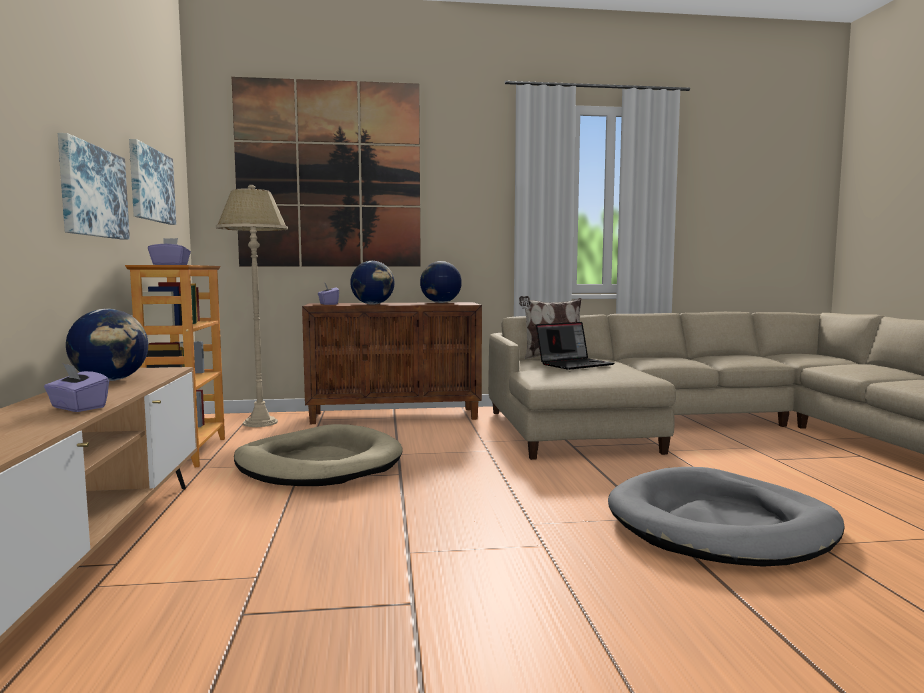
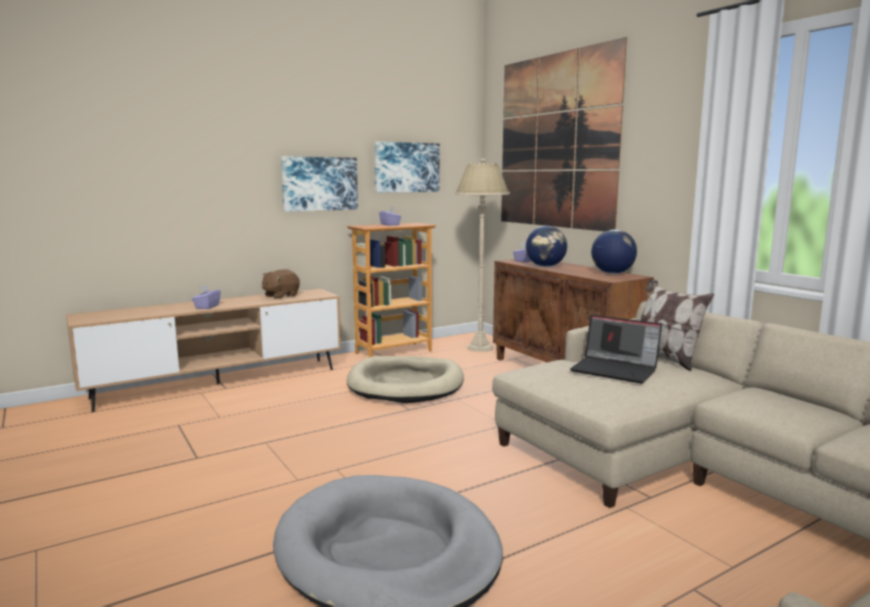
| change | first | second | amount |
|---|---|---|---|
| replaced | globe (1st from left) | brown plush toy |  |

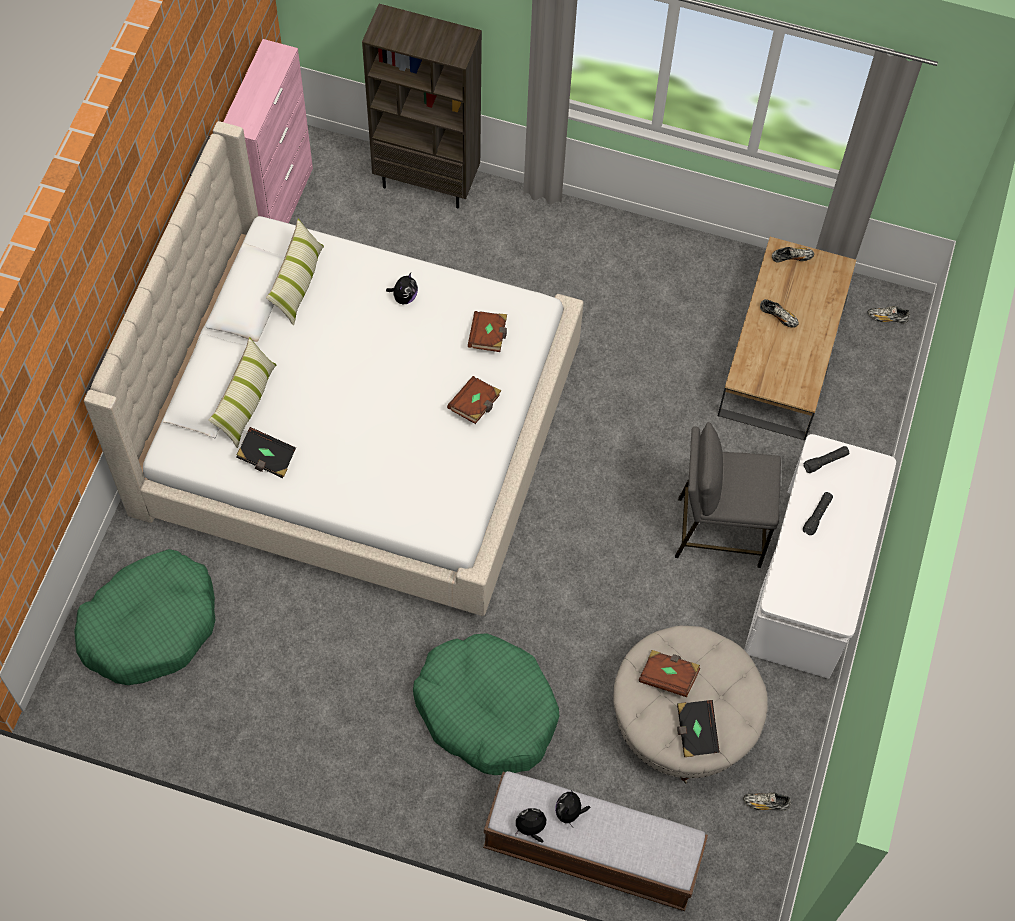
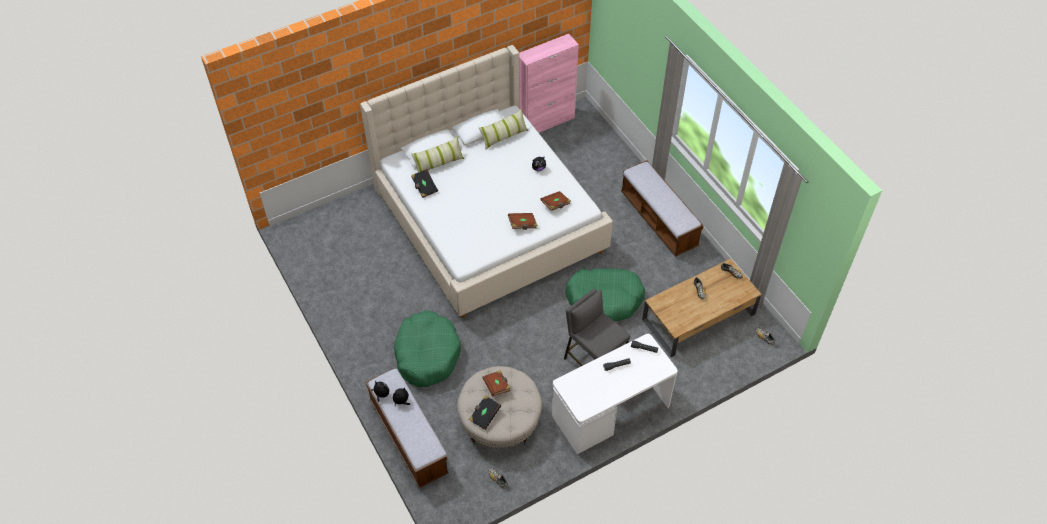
| change | first | second | amount |
|---|---|---|---|
| moved | green dog bed (1st from left in the first image) | green dog bed (2nd from left) |  |
| removed | brown bookcase |  |  |
| added |  | bench (2nd from left) |  |

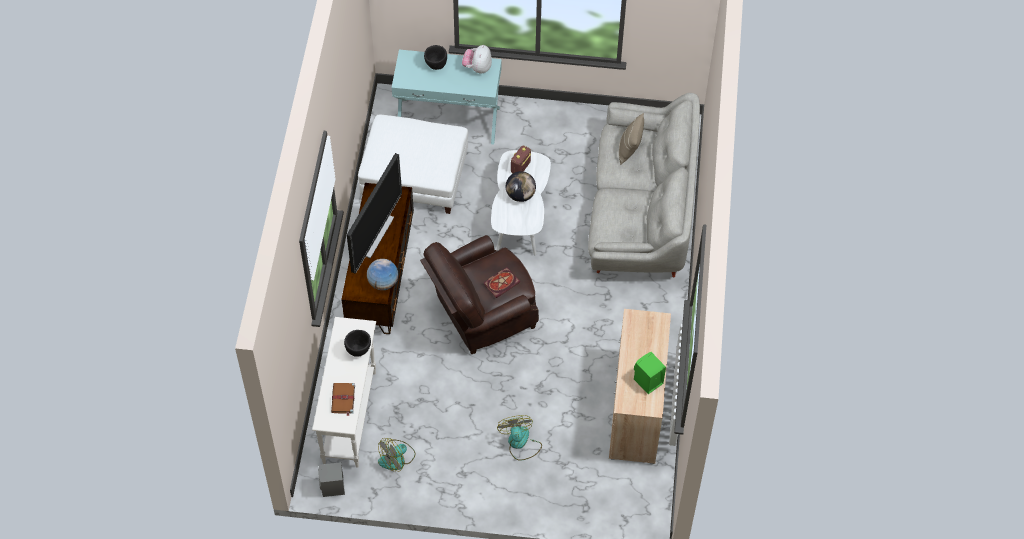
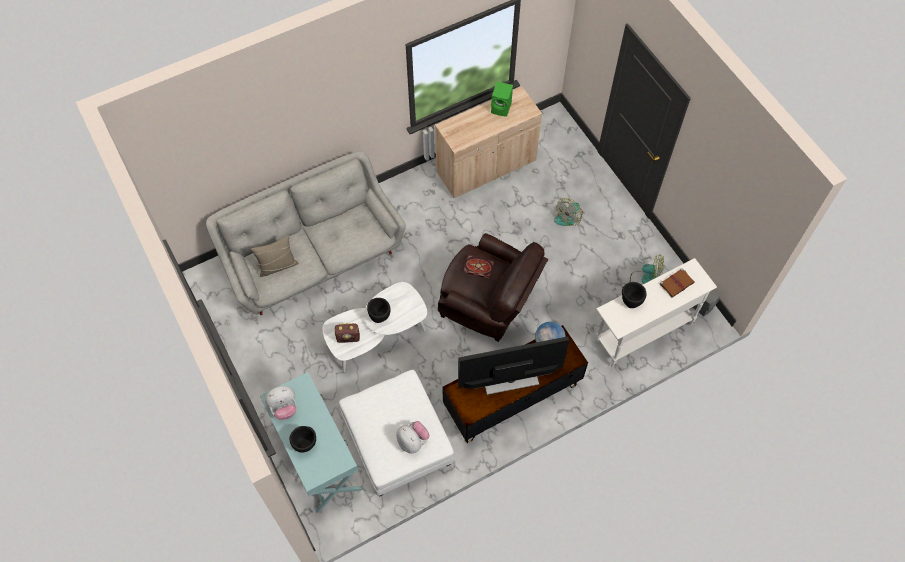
| change | first | second | amount |
|---|---|---|---|
| replaced | globe (2nd from left) | black bowl (2nd from left) |  |
| added |  | plush toy (2nd from left) |  |

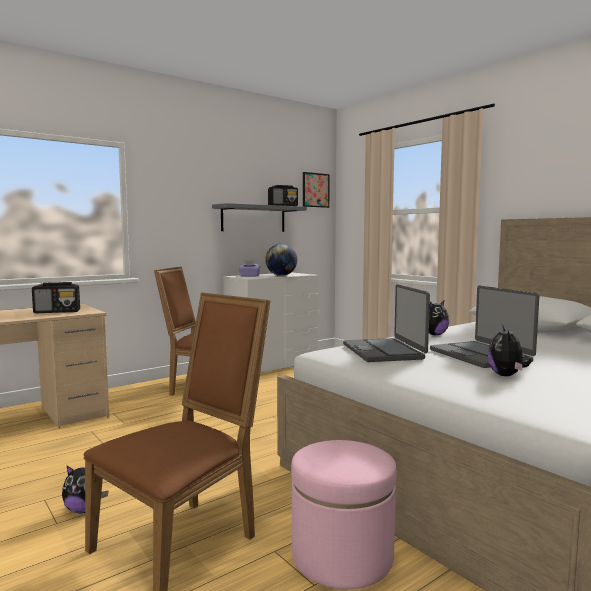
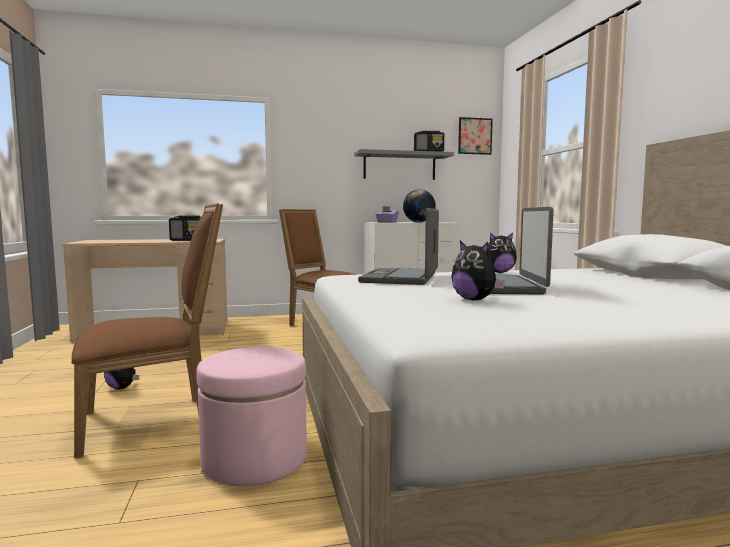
| change | first | second | amount |
|---|---|---|---|
| turned | plush toy (3rd from left in the first image) | plush toy (2nd from left) | 75 degrees counterclockwise |

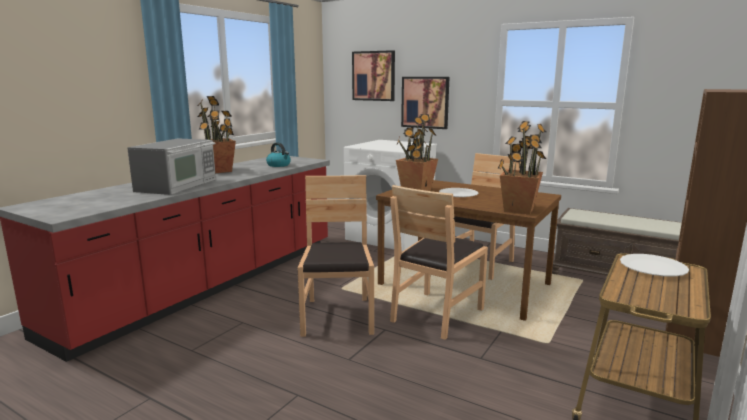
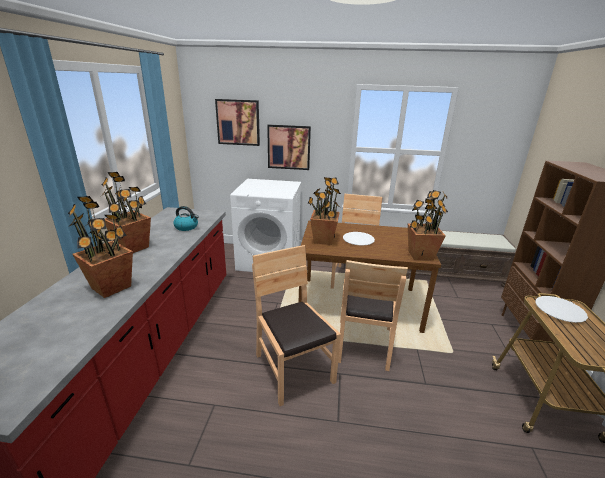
| change | first | second | amount |
|---|---|---|---|
| replaced | microwave | potted plant (1st from left) |  |

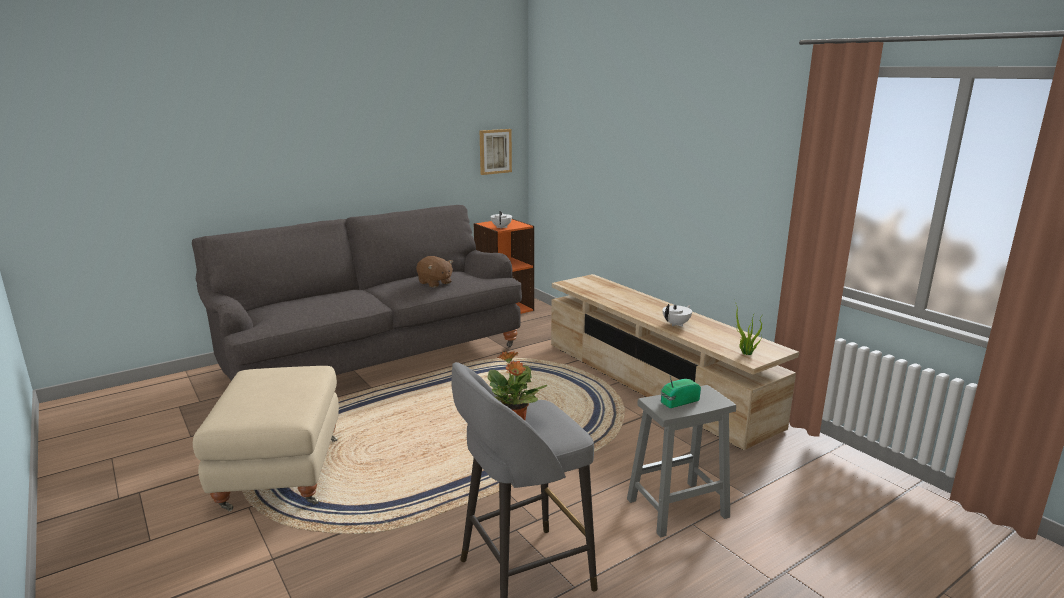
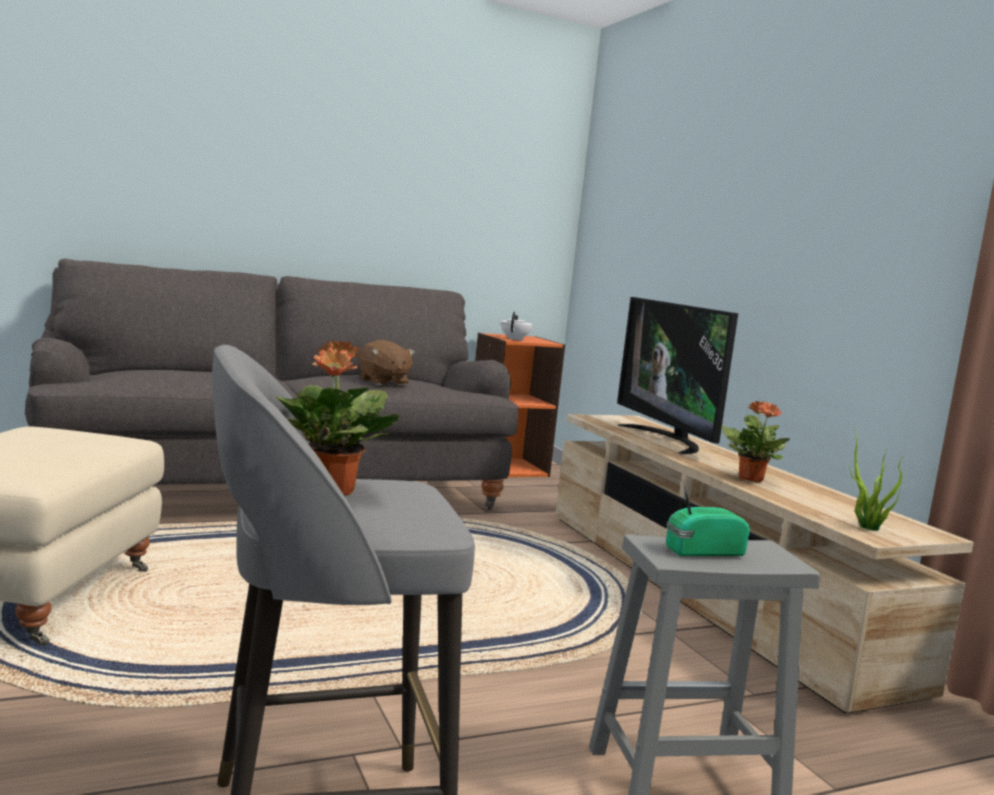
| change | first | second | amount |
|---|---|---|---|
| removed | picture |  |  |
| replaced | white teapot (2nd from left) | potted plant (2nd from left) |  |
| added |  | television |  |

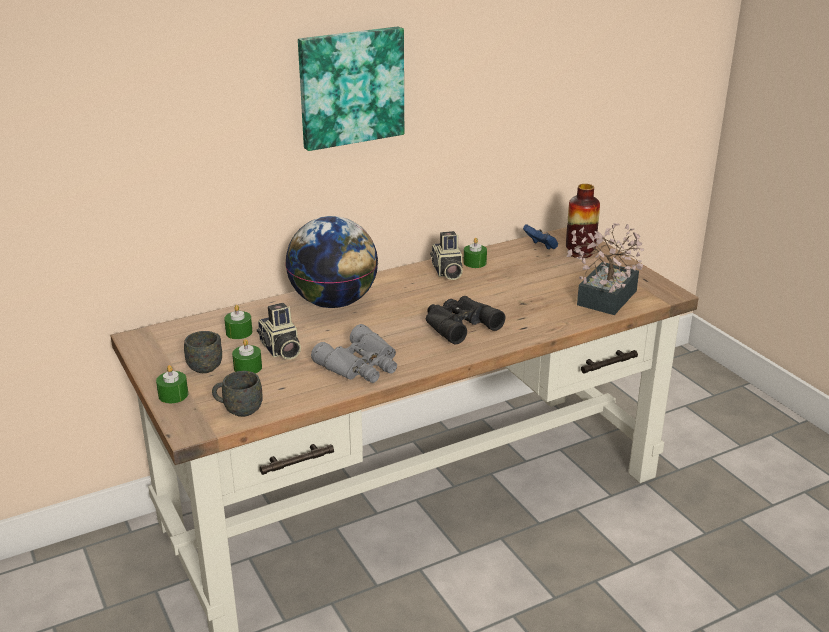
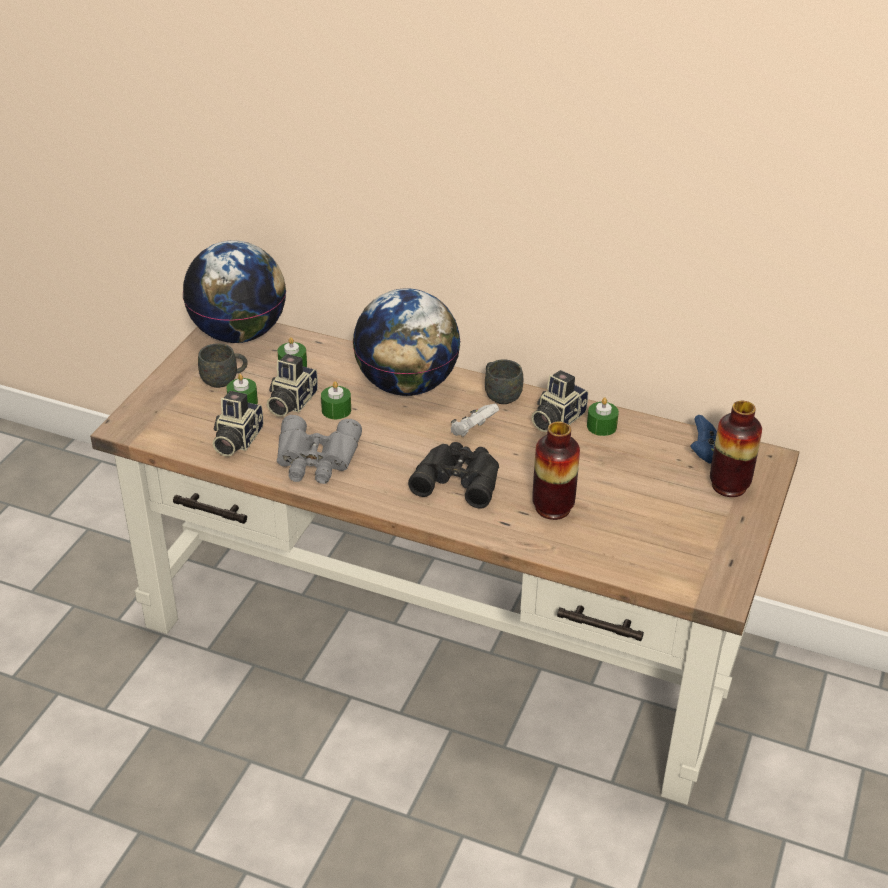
| change | first | second | amount |
|---|---|---|---|
| moved | green candle (1st from left in the first image) | green candle (3rd from left) |  |
| moved | grey mug (2nd from left) |  |  |
| removed | picture |  |  |
| removed | potted plant |  |  |
| added |  | globe (1st from left) |  |
| added |  | photo camera (1st from left) |  |
| added |  | white game controller |  |
| added |  | vase (1st from left) |  |

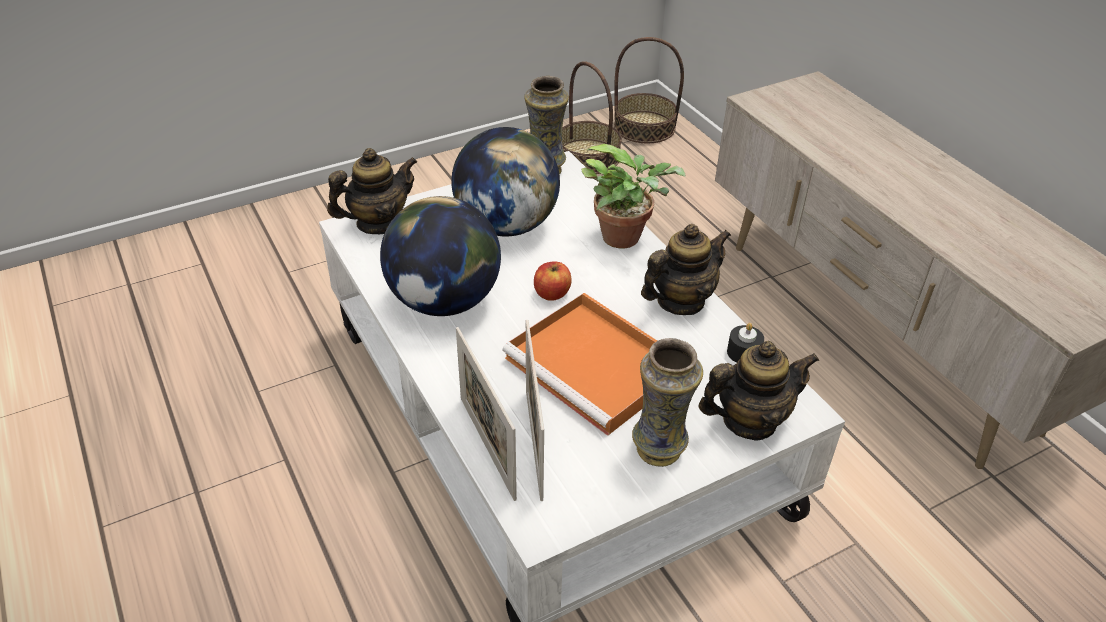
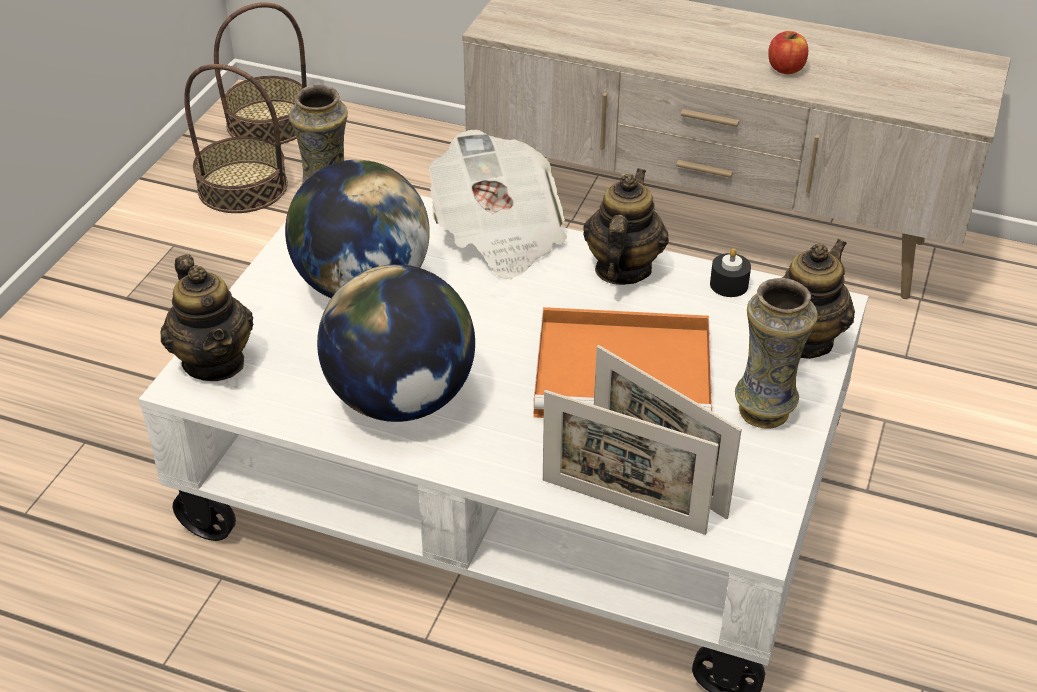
| change | first | second | amount |
|---|---|---|---|
| turned | teapot (1st from left) |  | 135 degrees clockwise |
| moved | apple |  |  |
| replaced | potted plant | newspaper |  |

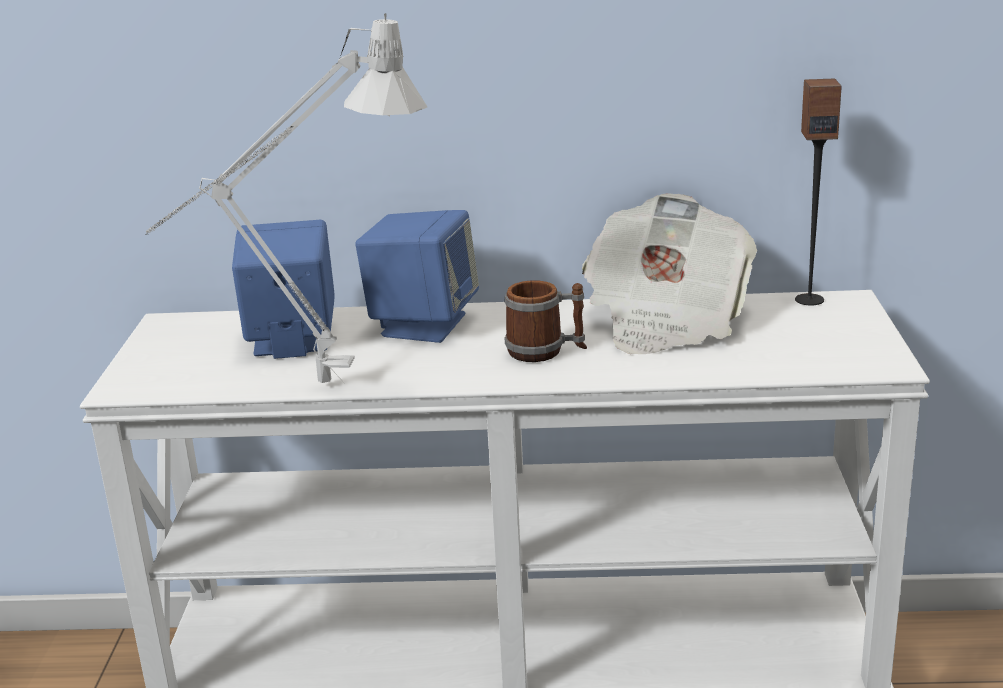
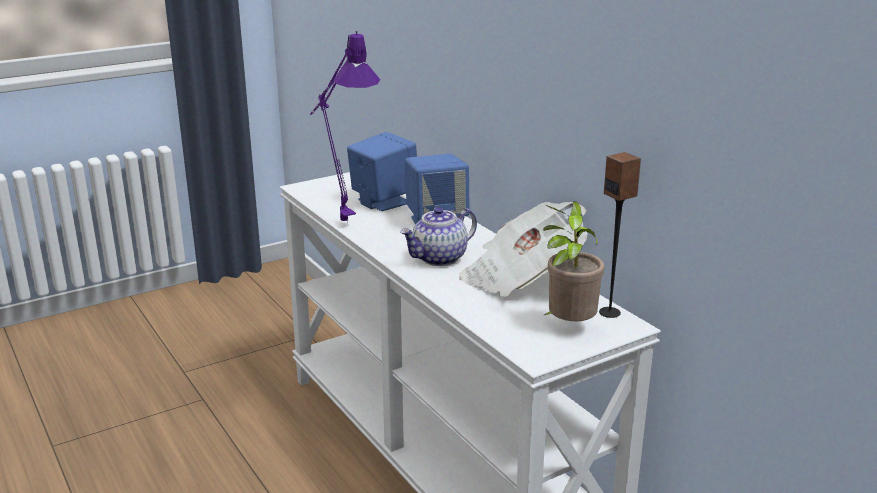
| change | first | second | amount |
|---|---|---|---|
| recoloured | grey table lamp | purple table lamp |  |
| replaced | mug | teapot |  |
| added |  | potted plant |  |

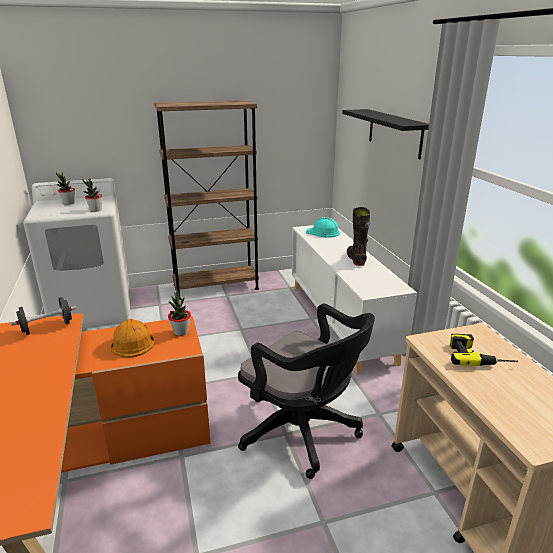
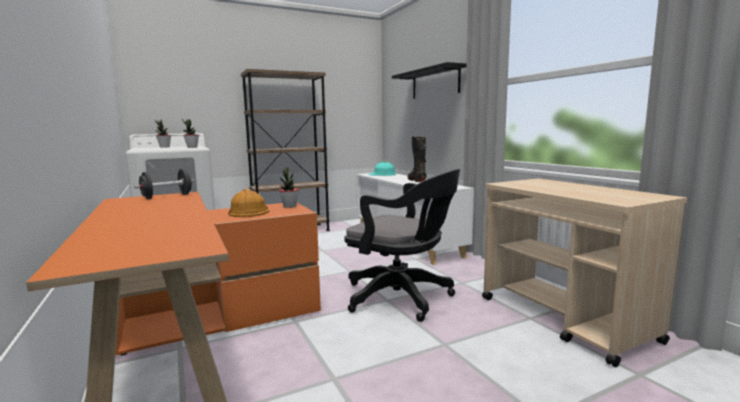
| change | first | second | amount |
|---|---|---|---|
| removed | power drill |  |  |

